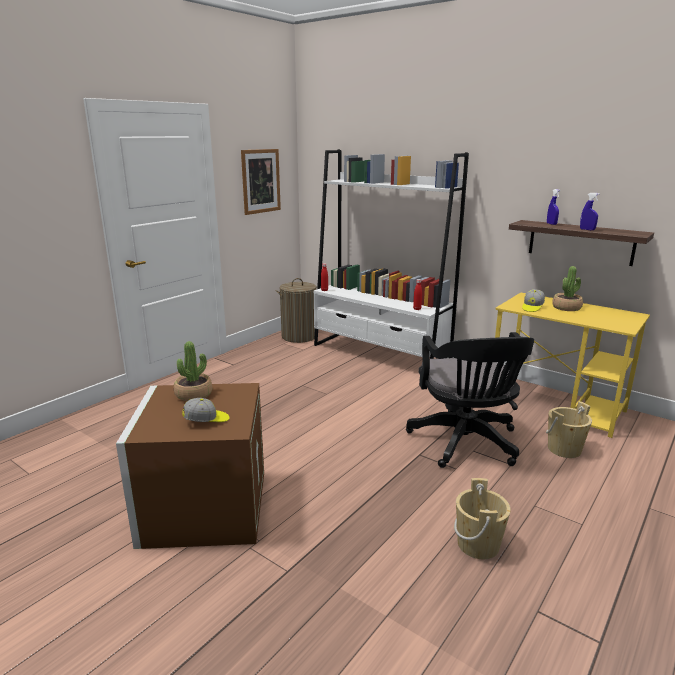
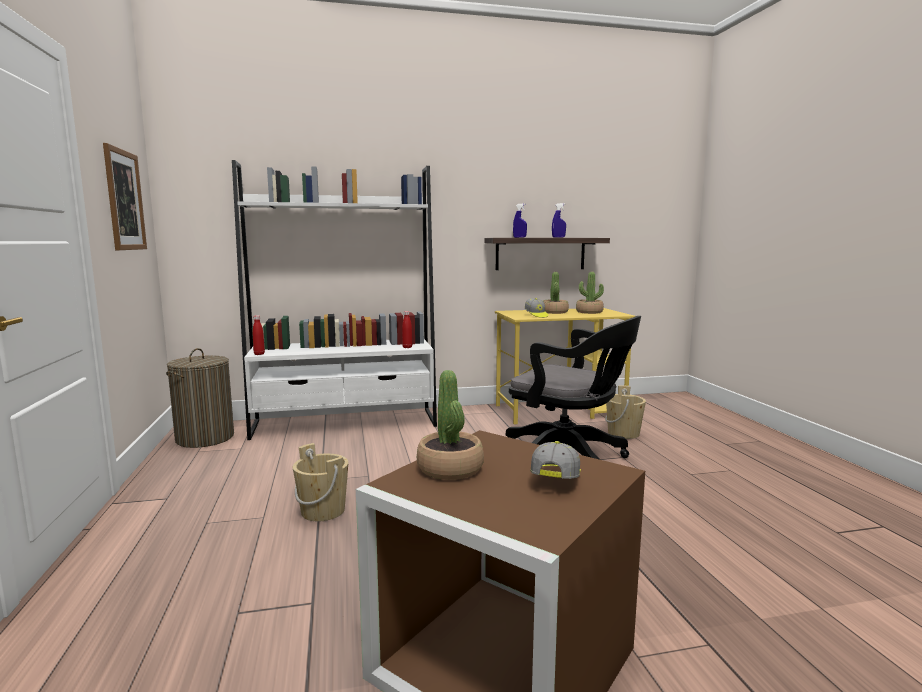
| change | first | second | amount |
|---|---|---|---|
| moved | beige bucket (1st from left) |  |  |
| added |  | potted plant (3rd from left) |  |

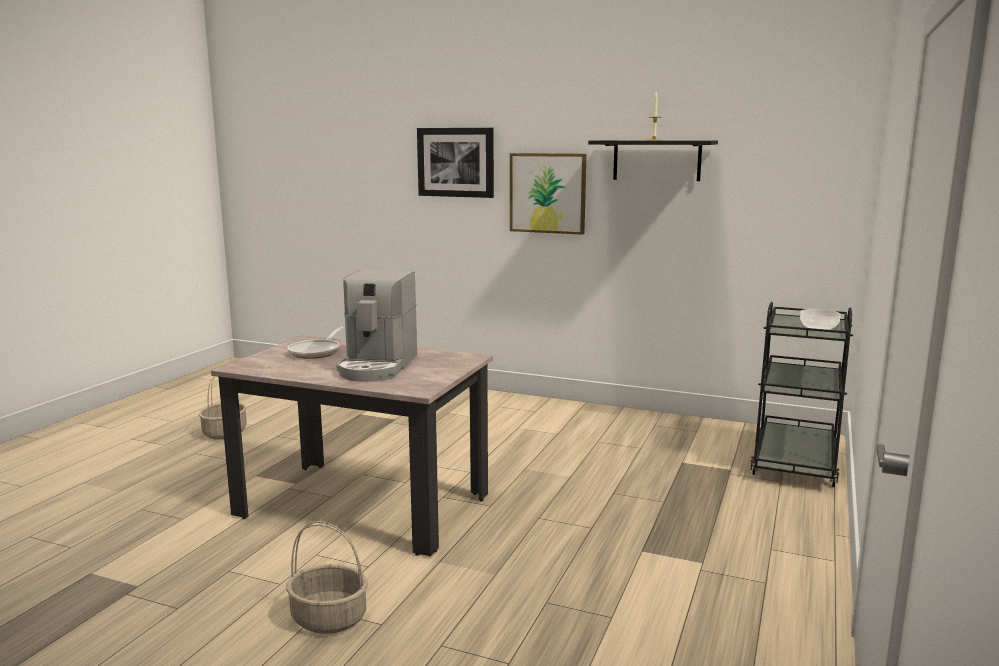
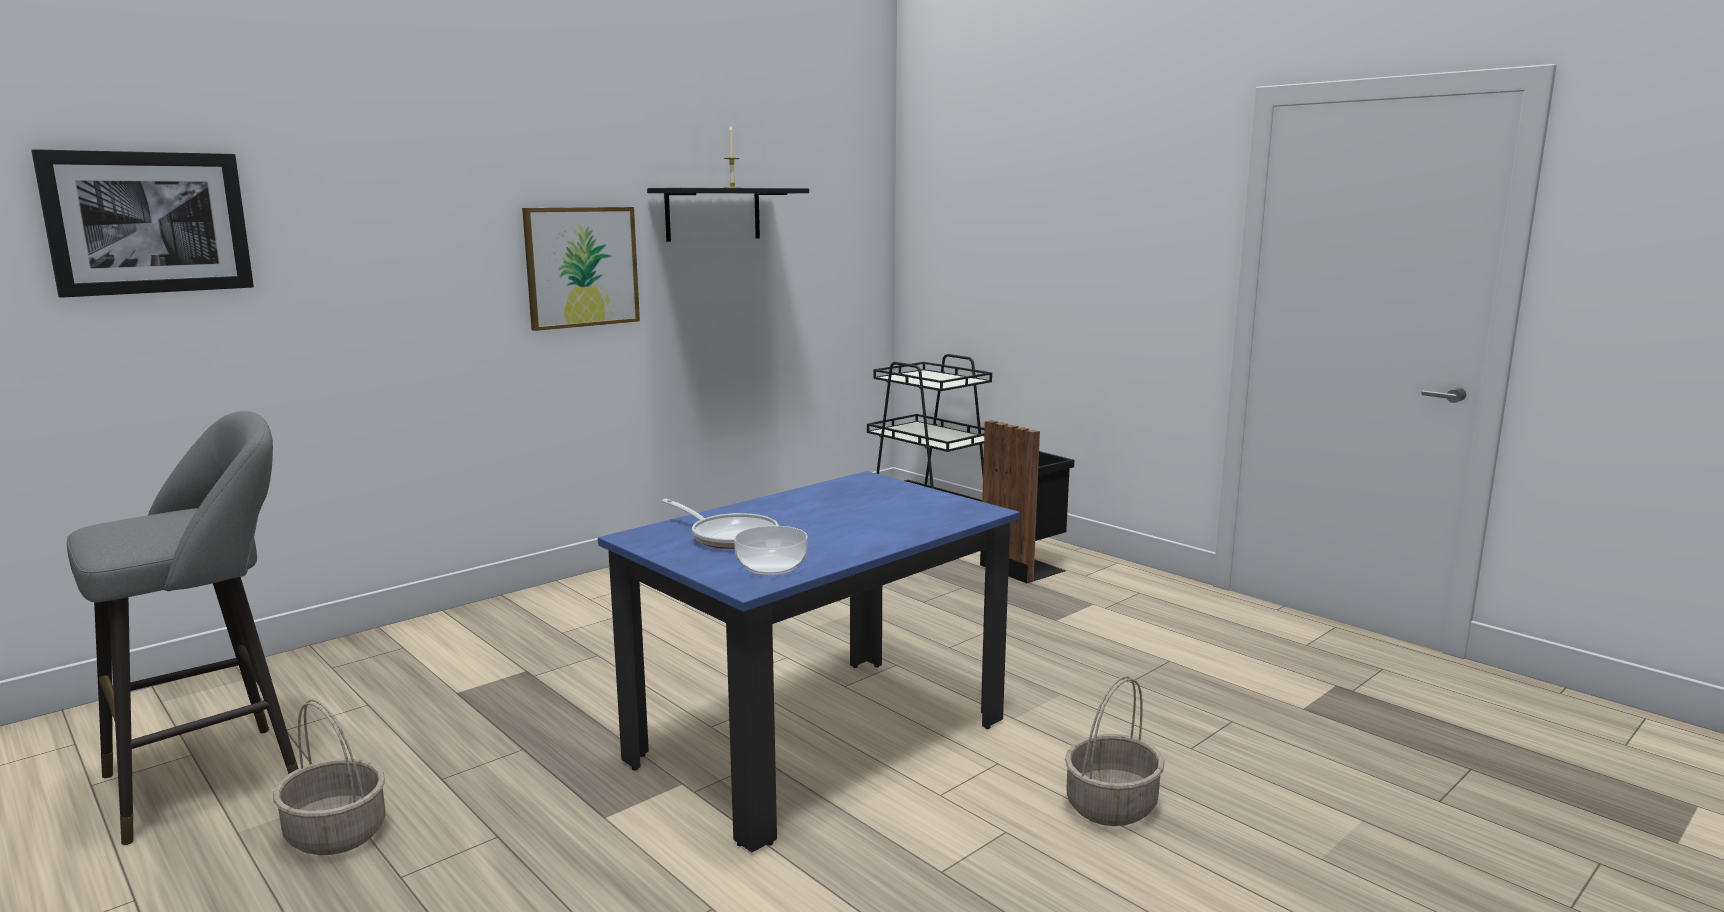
| change | first | second | amount |
|---|---|---|---|
| recoloured | beige dining table | blue dining table |  |
| removed | coffee machine |  |  |
| moved | picture (1st from left) |  |  |
| moved | bowl |  |  |
| added |  | grey stool |  |
| added |  | black trash can |  |

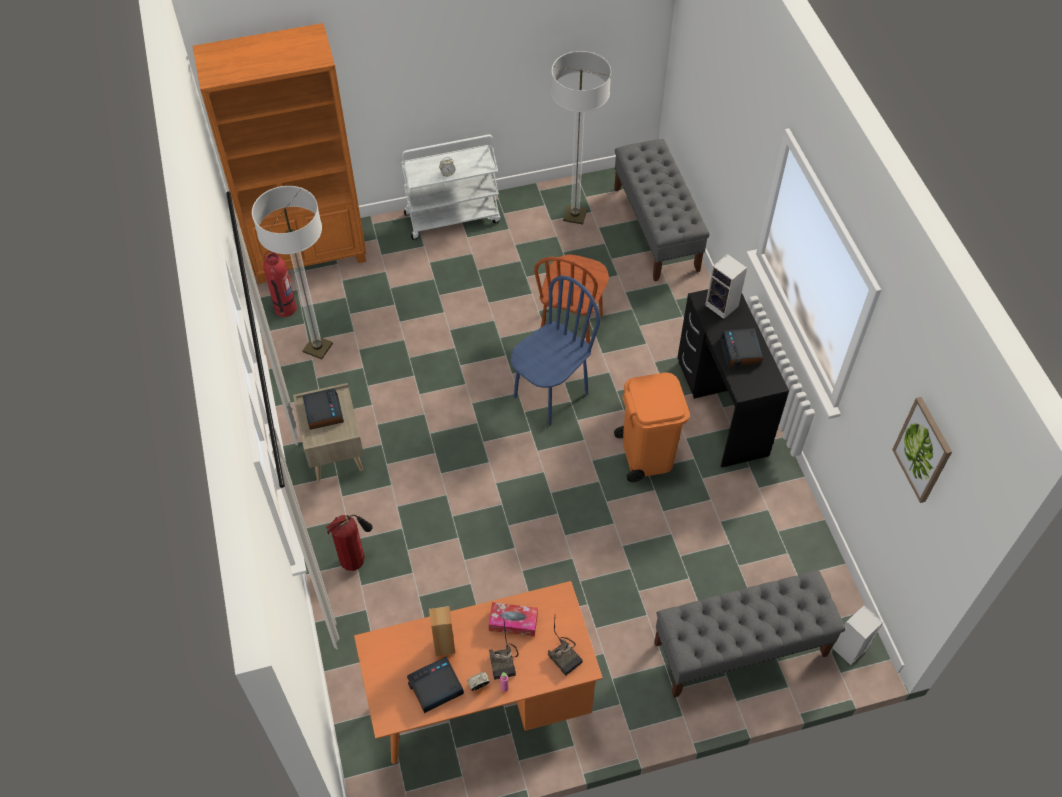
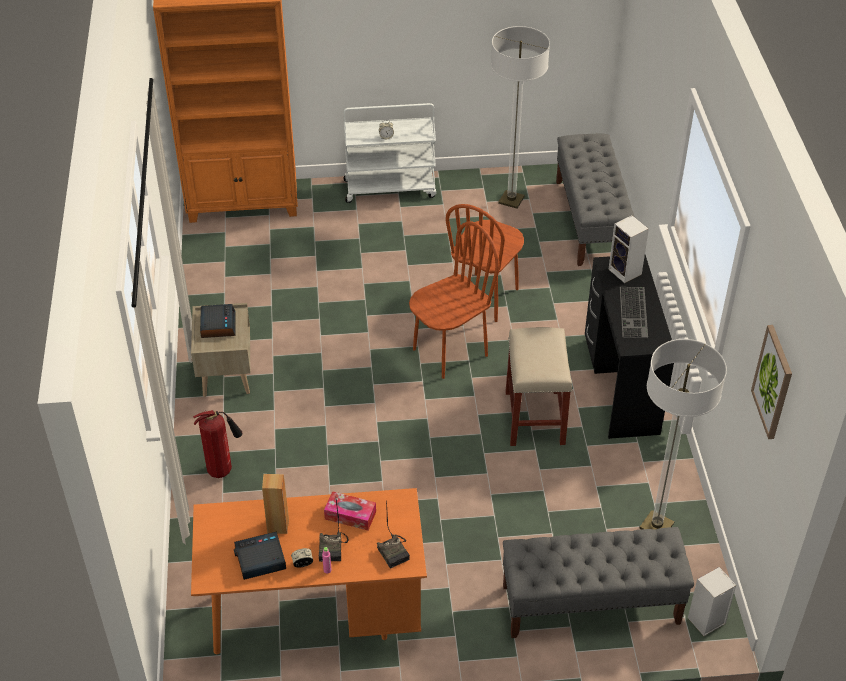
| change | first | second | amount |
|---|---|---|---|
| moved | floor lamp (1st from left in the first image) | floor lamp (2nd from left) |  |
| removed | fire extinguisher (1st from left) |  |  |
| recoloured | blue chair | brown chair (1st from left) |  |
| replaced | orange trash can | beige stool |  |
| replaced | alarm clock (5th from left) | keyboard |  |

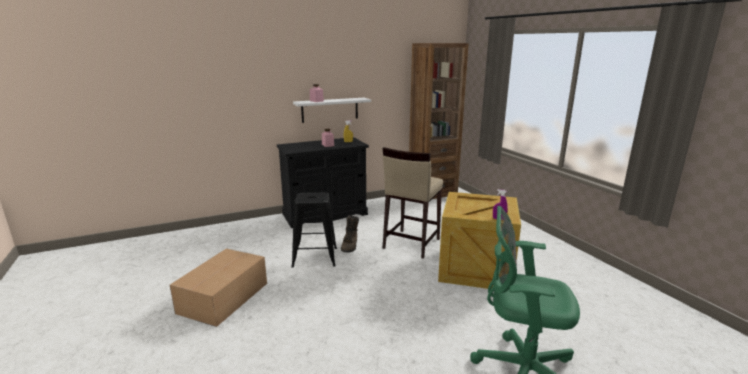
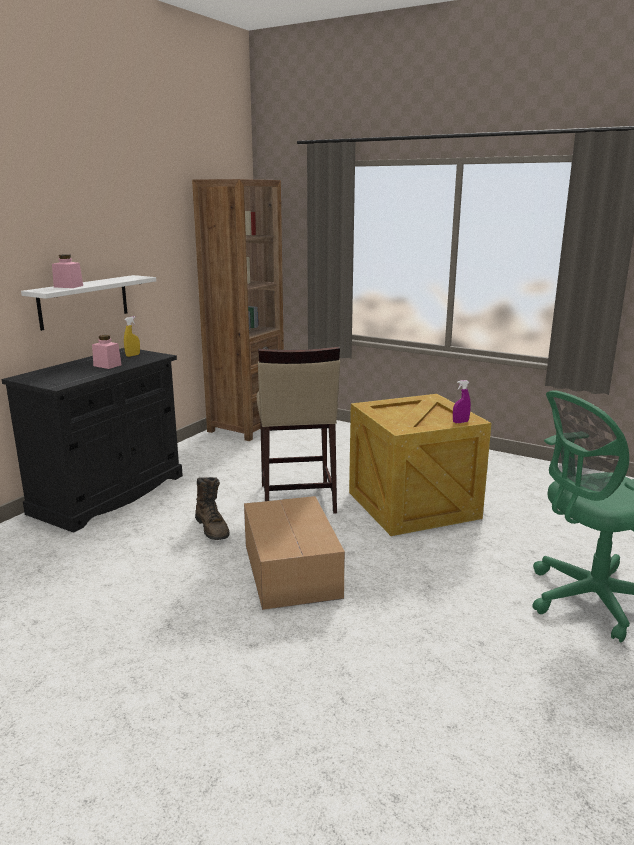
| change | first | second | amount |
|---|---|---|---|
| moved | cardboard box |  |  |
| removed | black stool |  |  |

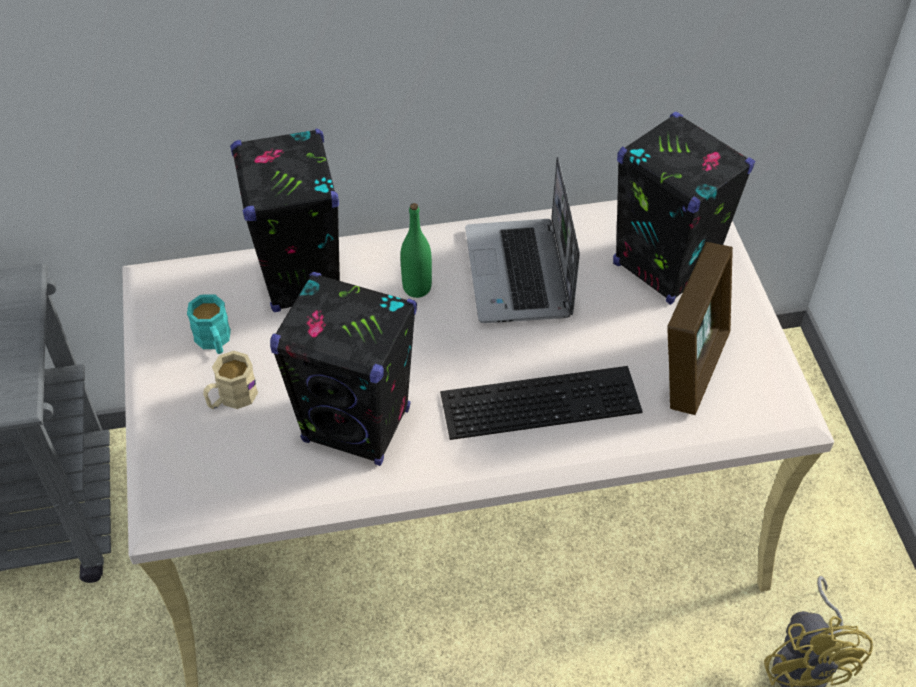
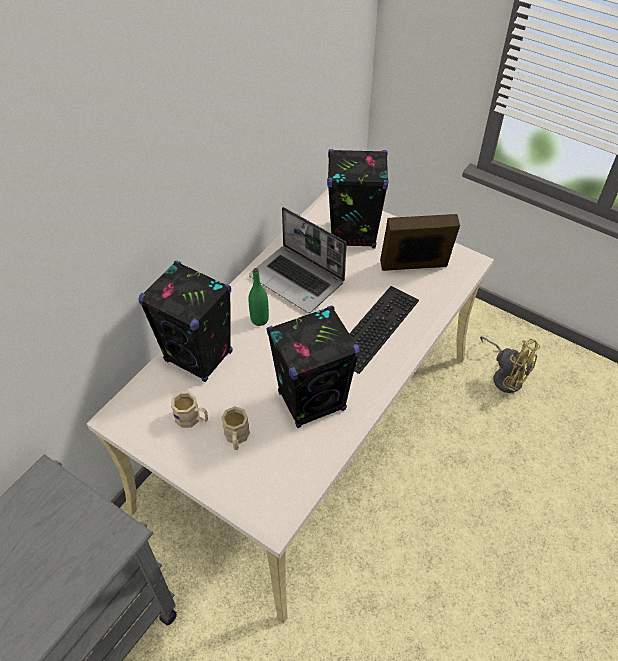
| change | first | second | amount |
|---|---|---|---|
| recoloured | turquoise mug | beige mug (1st from left) |  |
| turned | picture frame |  | 75 degrees counterclockwise |

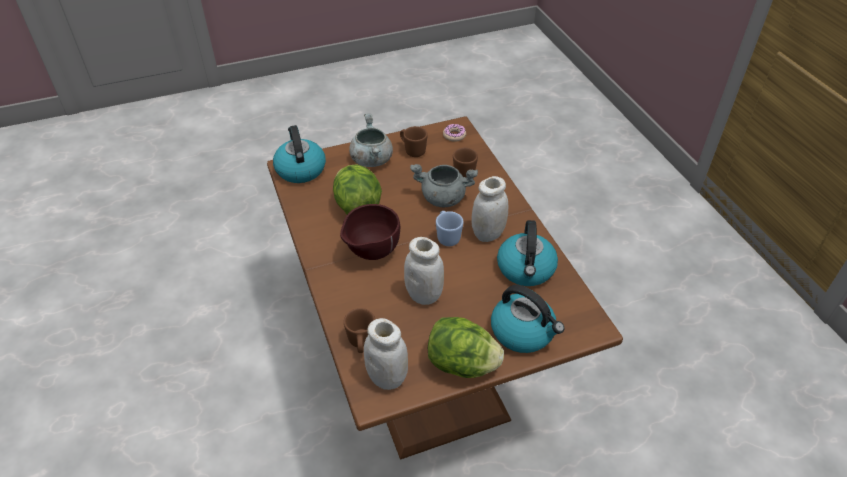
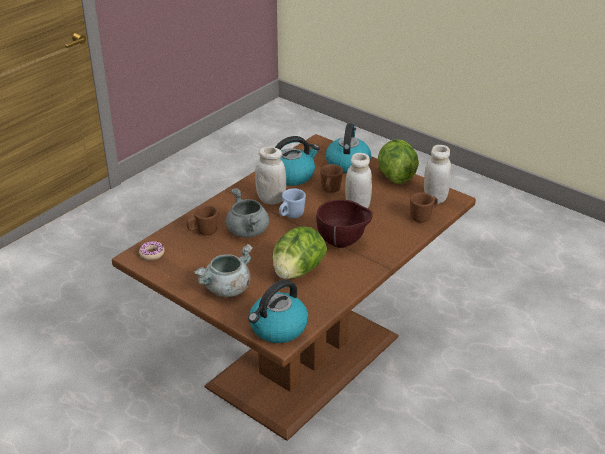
| change | first | second | amount |
|---|---|---|---|
| moved | brown mug (2nd from left) |  |  |

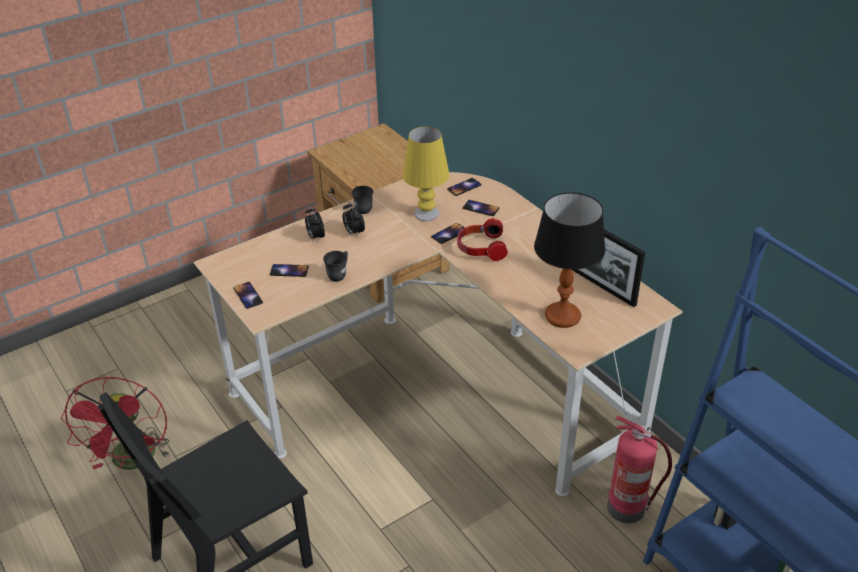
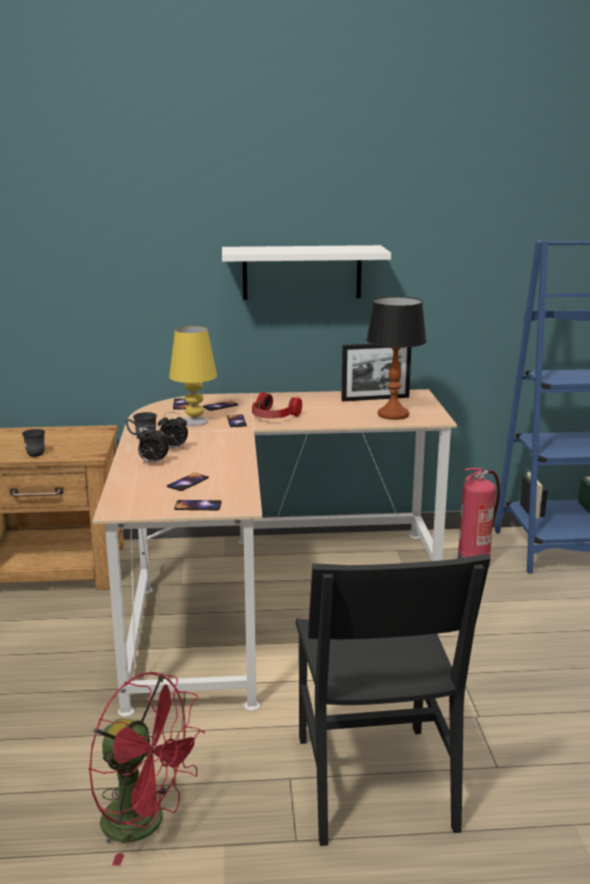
| change | first | second | amount |
|---|---|---|---|
| moved | grey mug (1st from left) |  |  |
| added |  | white shelf |  |

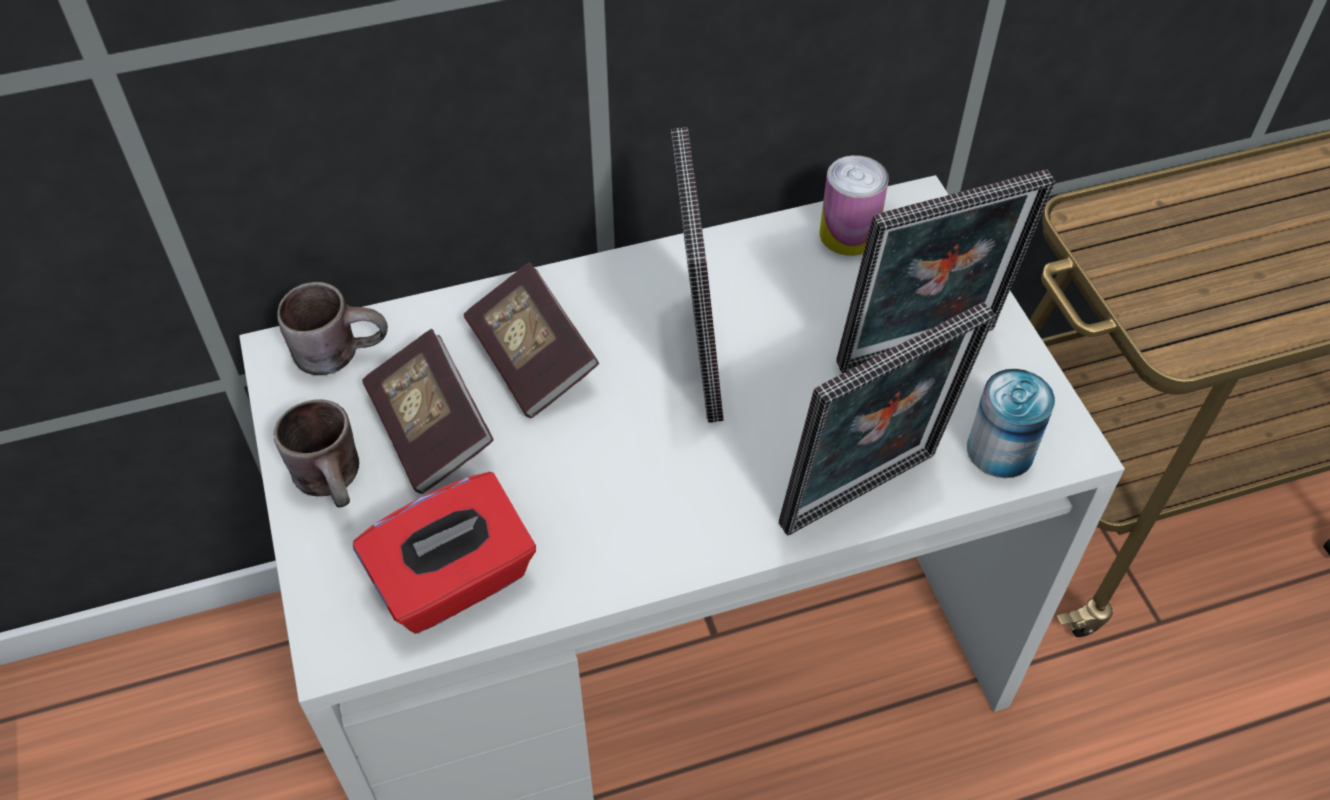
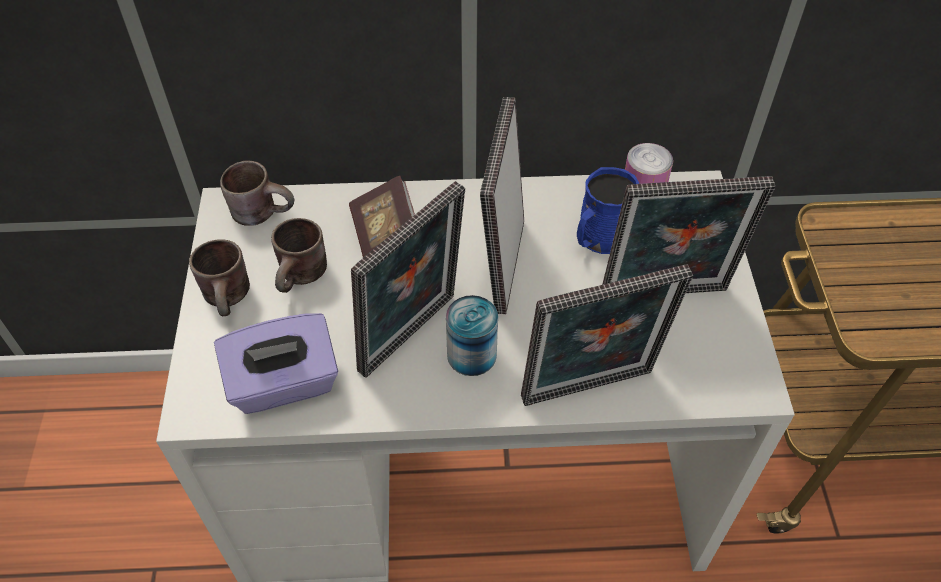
| change | first | second | amount |
|---|---|---|---|
| recoloured | red tissue box | purple tissue box |  |
| replaced | book (1st from left) | brown mug (3rd from left) |  |
| moved | can (2nd from left in the first image) | can (1st from left) |  |
| added |  | picture frame (1st from left) |  |
| added |  | blue mug |  |

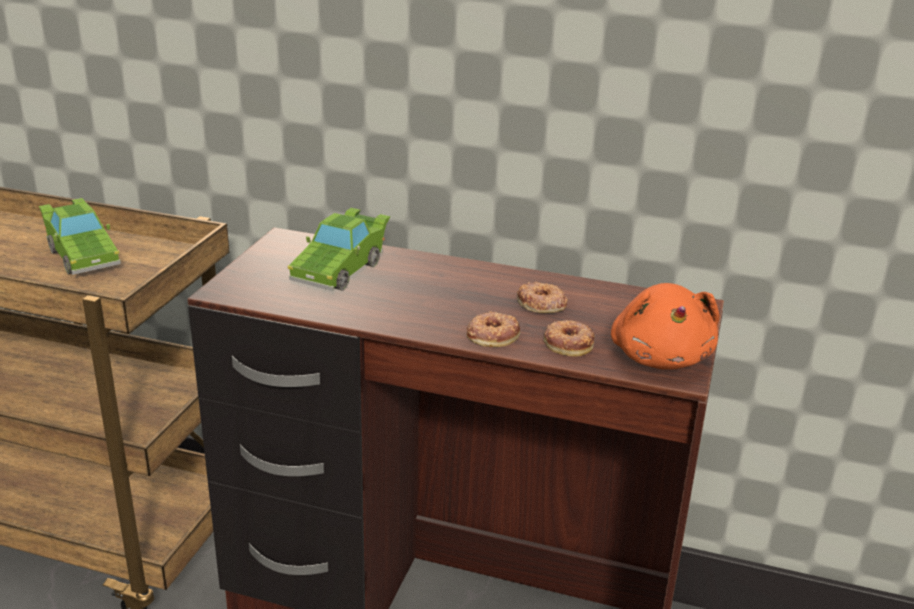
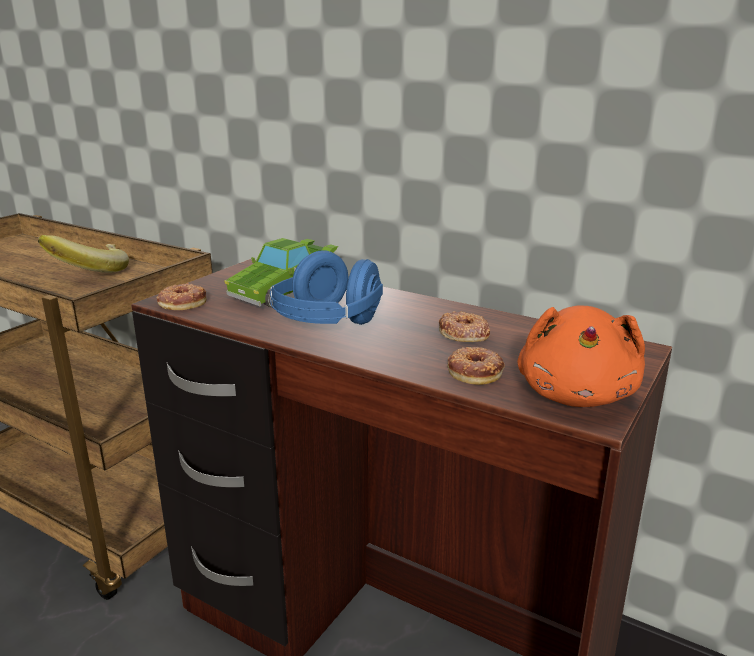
| change | first | second | amount |
|---|---|---|---|
| replaced | green toy car (1st from left) | banana |  |
| moved | donut (1st from left) |  |  |
| added |  | blue headphones |  |

